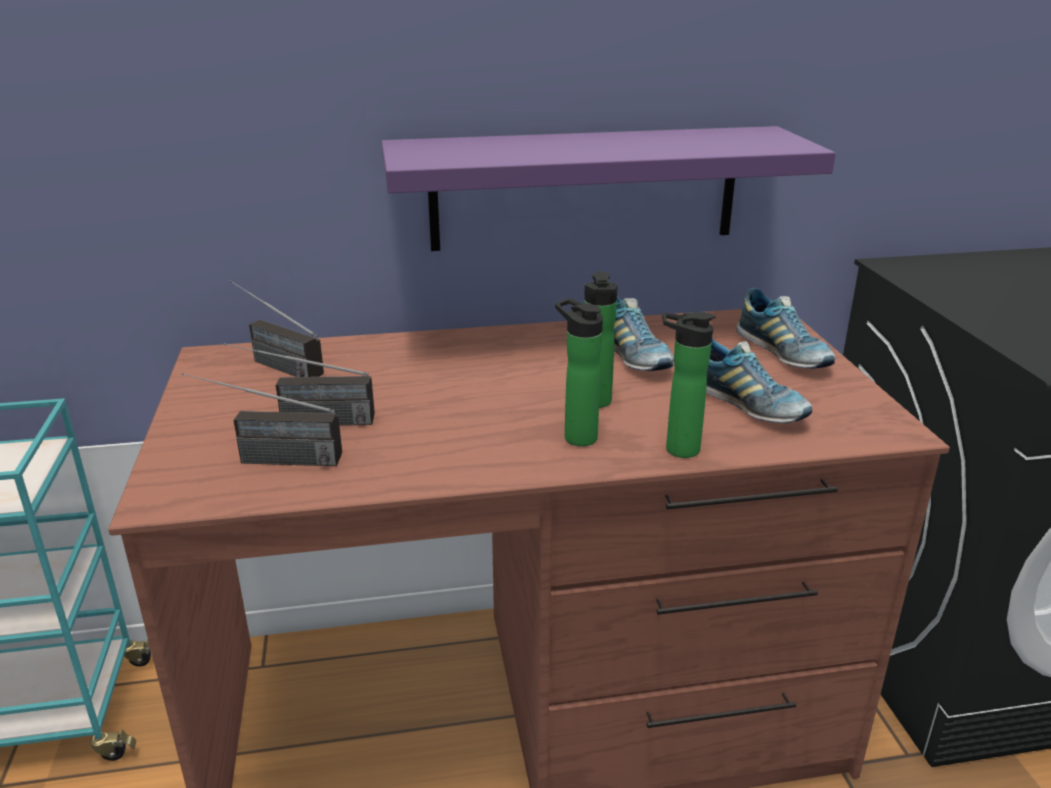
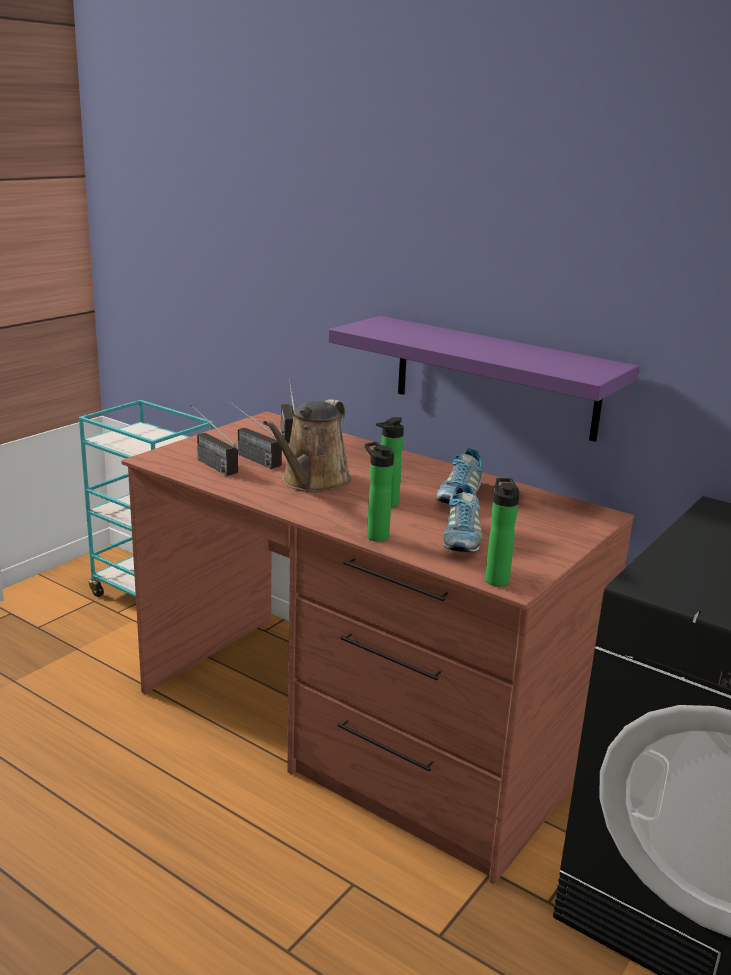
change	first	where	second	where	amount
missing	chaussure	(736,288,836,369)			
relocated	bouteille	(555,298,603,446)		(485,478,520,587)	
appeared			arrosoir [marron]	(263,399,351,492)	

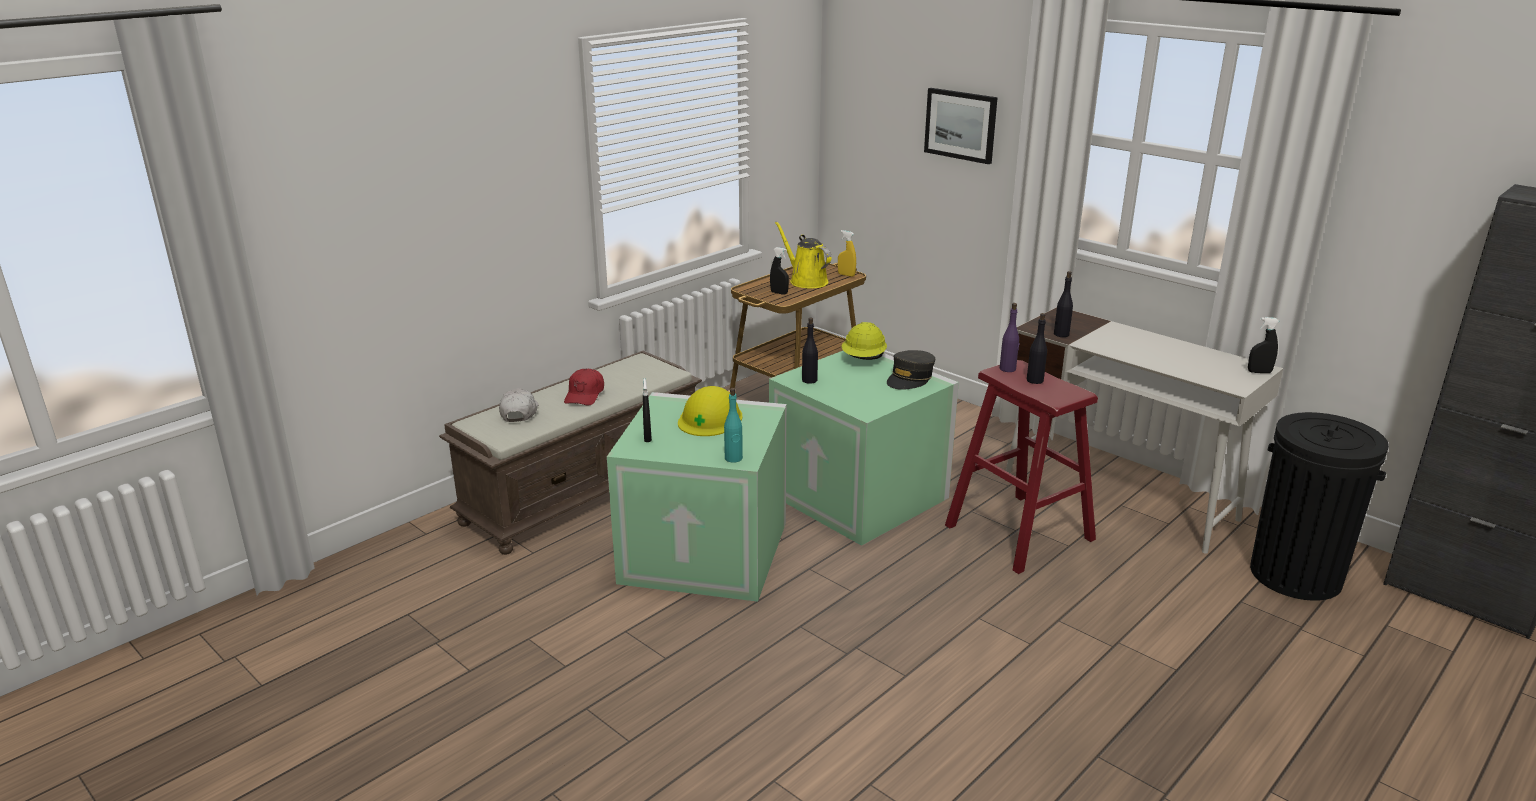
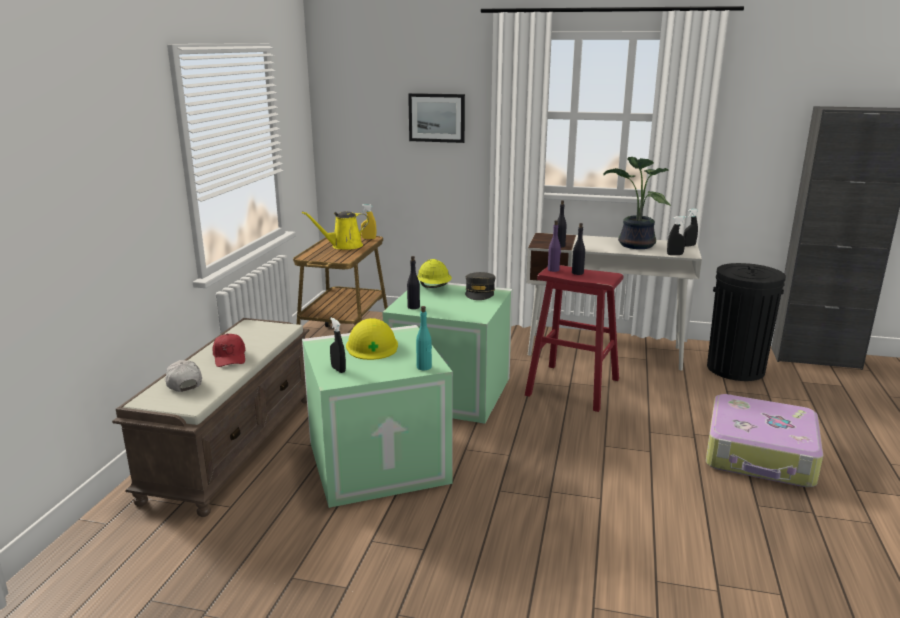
change	first	where	second	where	amount
spun	arrosoir [jaune]	(775,221,831,288)		(302,211,369,250)	45 degrees counterclockwise
relocated	vaporisateur [noir]	(770,247,789,295)		(667,216,686,255)	
appeared			plante en pot	(603,157,671,249)	
appeared			valise	(706,394,823,487)	

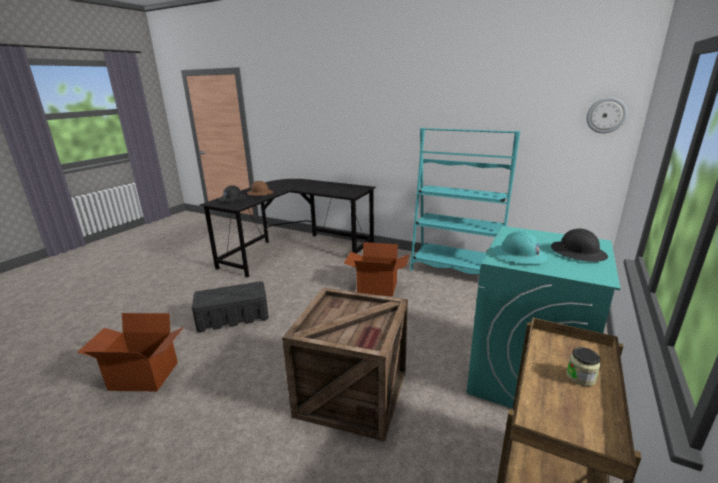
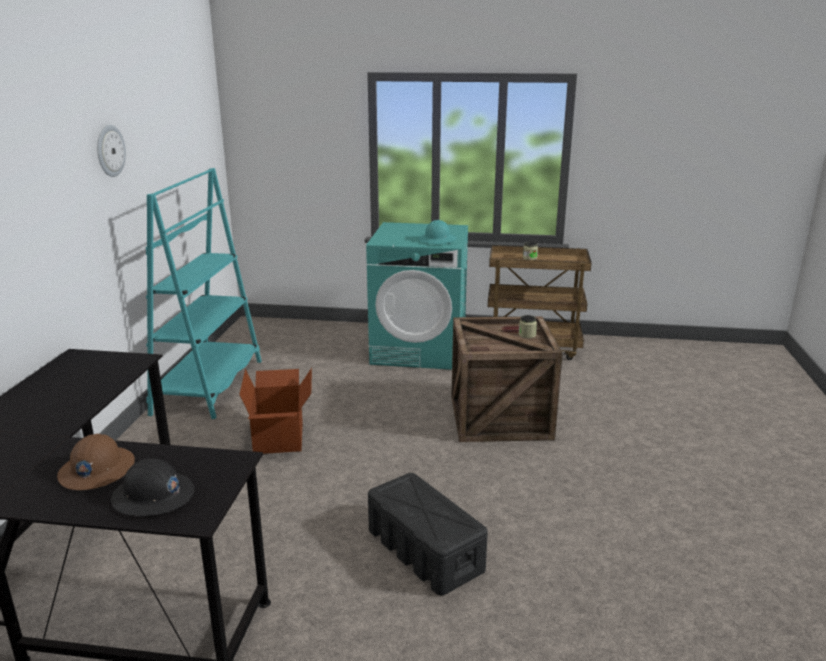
change	first	where	second	where	amount
relocated	horloge murale	(586,97,628,133)		(97,125,126,177)	
missing	casque de chantier [noir]	(551,228,608,262)			
missing	carton	(77,313,184,392)			
appeared			bocal	(518,315,537,338)	

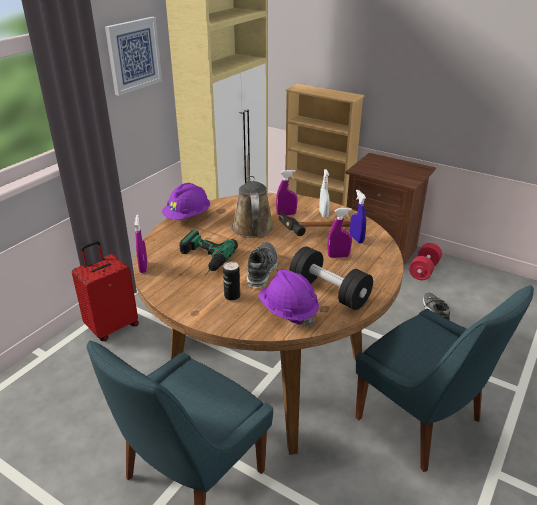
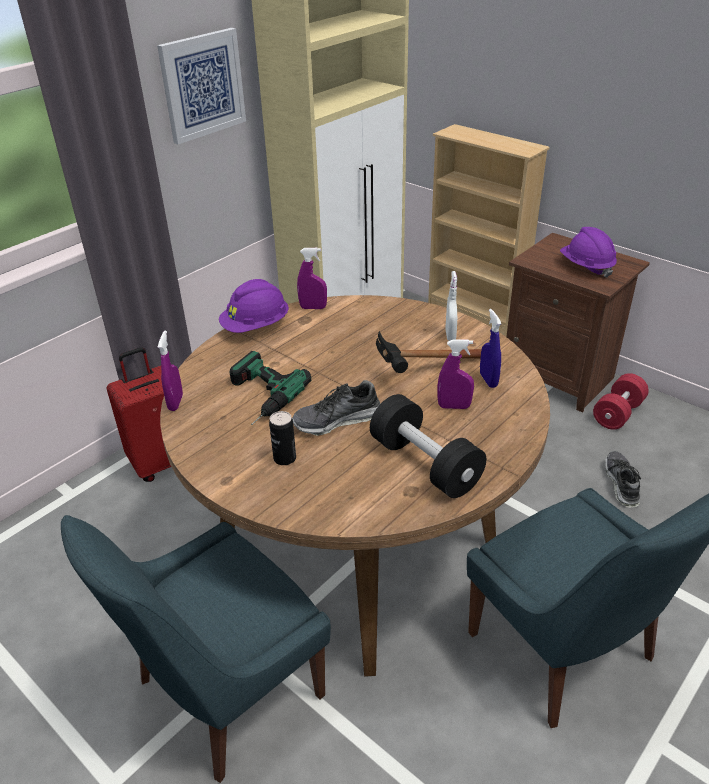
change	first	where	second	where	amount
missing	arrosoir [marron]	(232,154,274,238)			
relocated	vaporisateur [violet]	(276,170,298,215)		(297,248,327,309)	
spun	chaussure	(247,242,278,288)		(292,380,380,436)	135 degrees counterclockwise
relocated	casque de chantier [violet]	(258,270,319,327)		(560,227,617,278)	

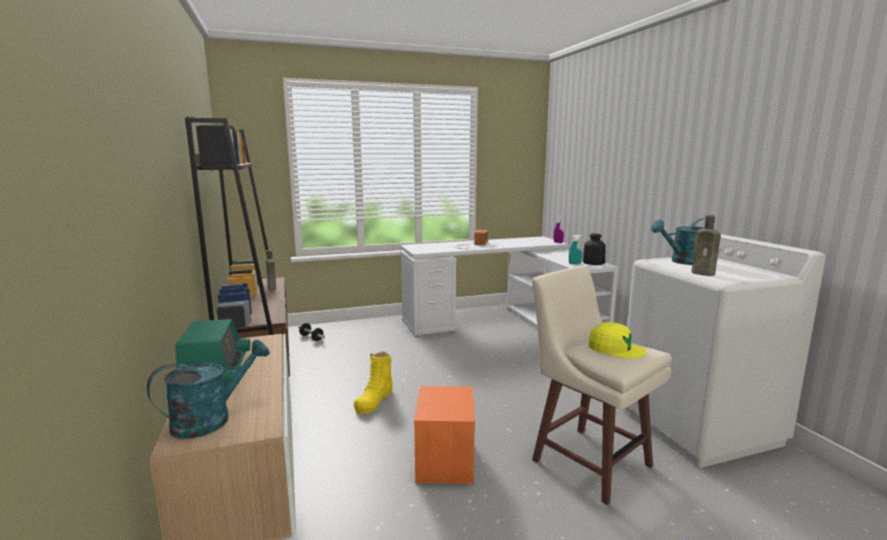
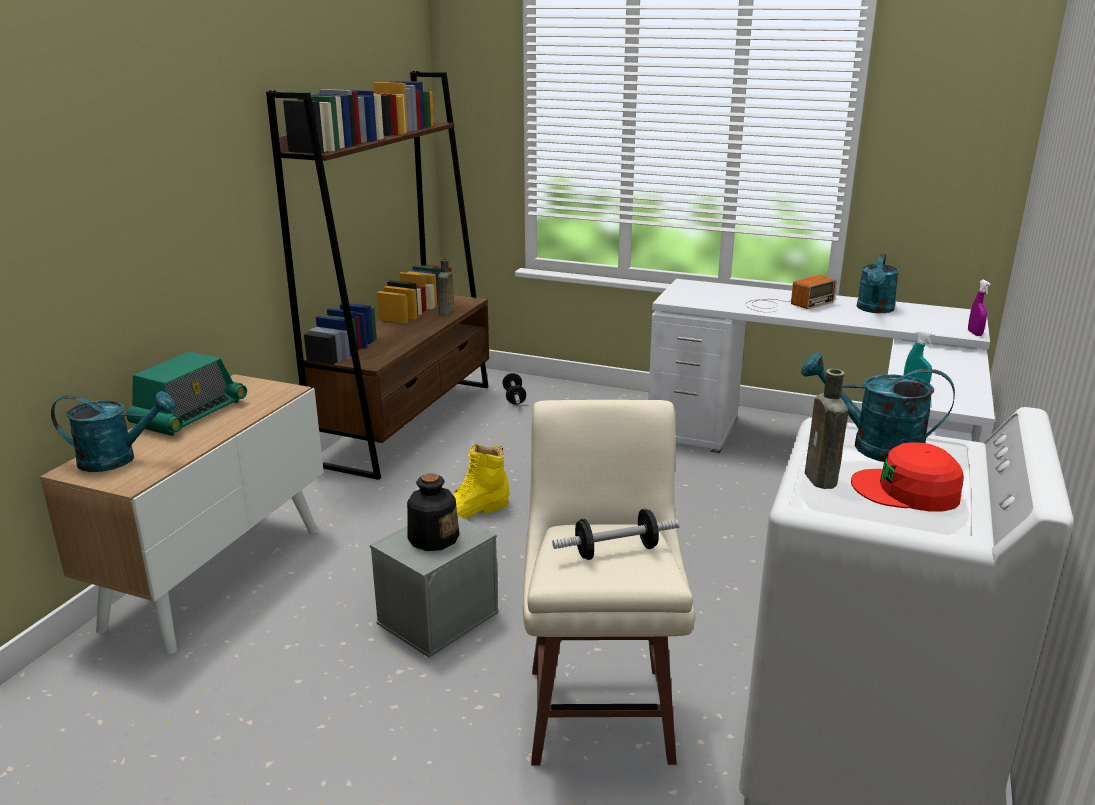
change	first	where	second	where	amount
relocated	bouteille	(582,233,606,265)		(407,473,459,551)	
exchanged	casquette [jaune]	(589,322,646,359)	haltère	(552,509,679,560)	
colour	boîte de rangement [orange]	(414,386,475,484)	boîte de rangement [gris]	(370,515,499,658)	
appeared			arrosoir [turquoise]	(857,254,899,313)	
appeared			casquette [rouge]	(851,442,964,512)	

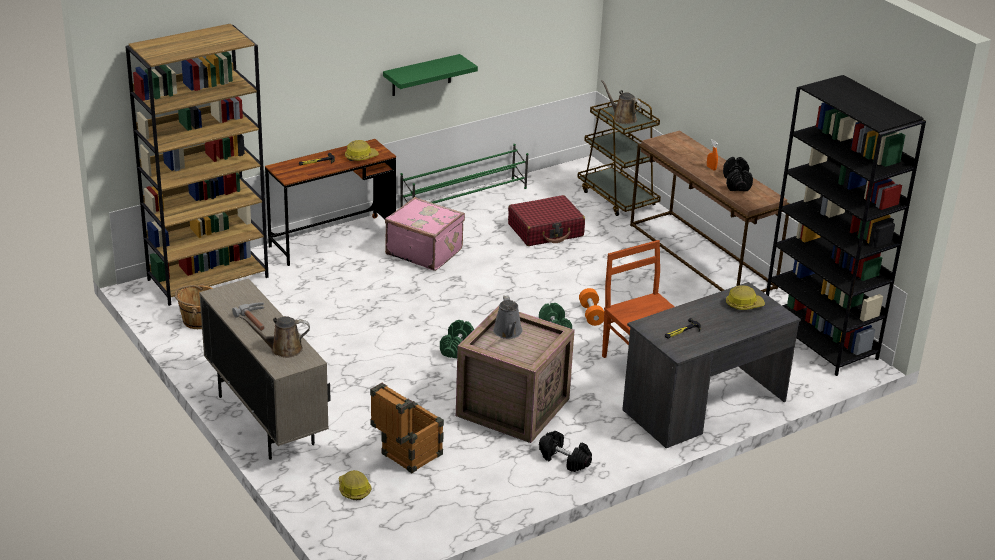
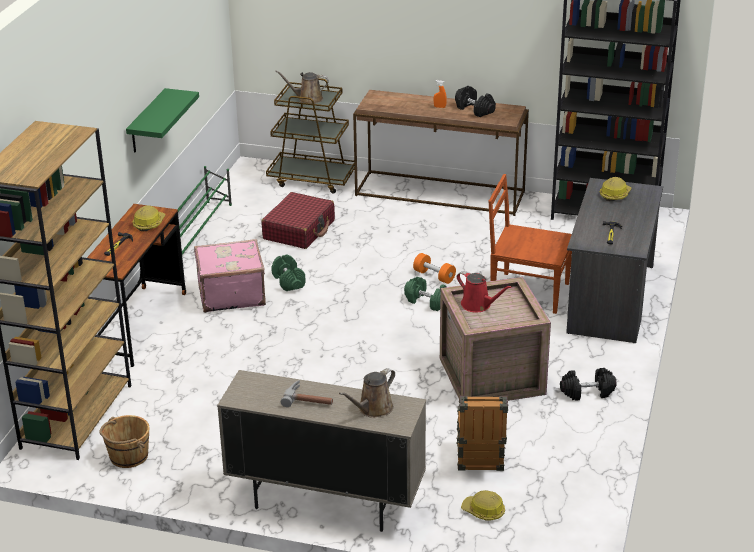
change	first	where	second	where	amount
colour	arrosoir [gris]	(493,295,523,339)	arrosoir [rouge]	(457,271,512,313)	
relocated	haltère [vert]	(440,320,474,358)		(271,254,306,291)	

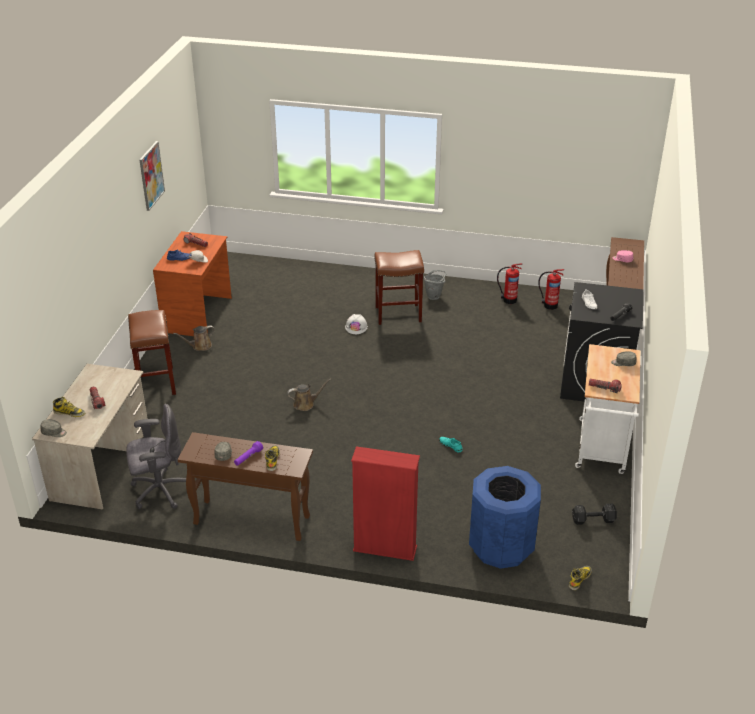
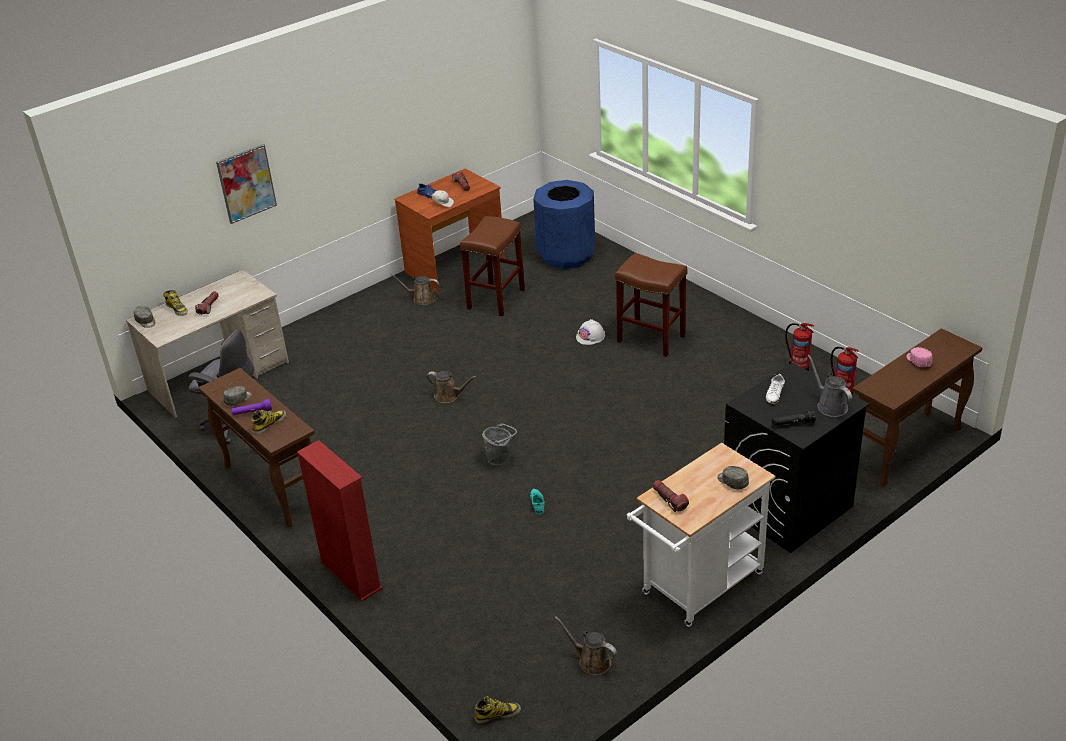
change	first	where	second	where	amount
relocated	tableau	(139,141,165,211)		(216,144,277,224)	
relocated	seau [gris]	(424,270,446,300)		(482,423,517,466)	
relocated	tabouret [marron]	(128,310,176,395)		(460,216,525,317)	
relocated	poubelle [bleu]	(469,466,541,569)		(533,180,595,269)	
exchanged	haltère [noir]	(572,504,617,525)	arrosoir [marron]	(555,617,617,675)	
appeared			arrosoir [gris]	(807,355,852,417)	

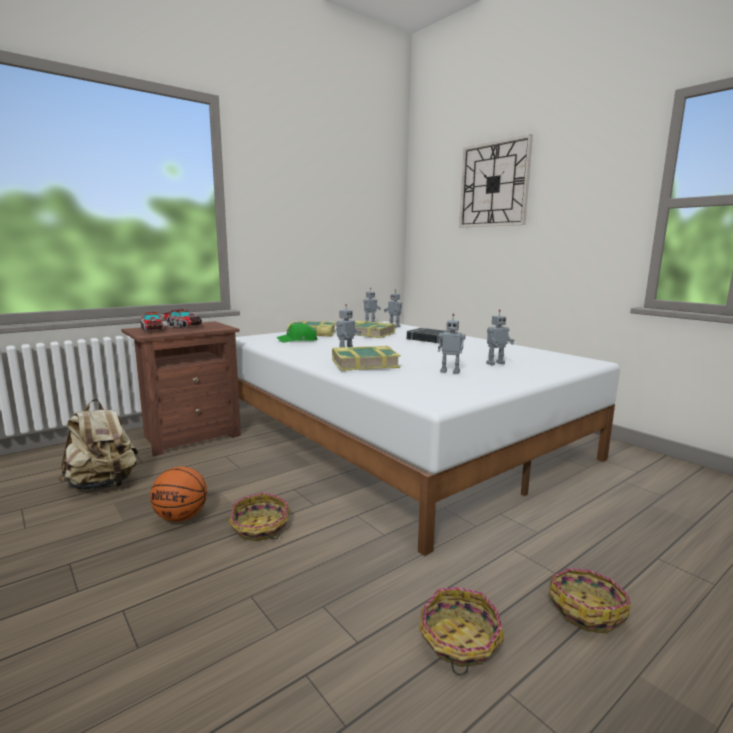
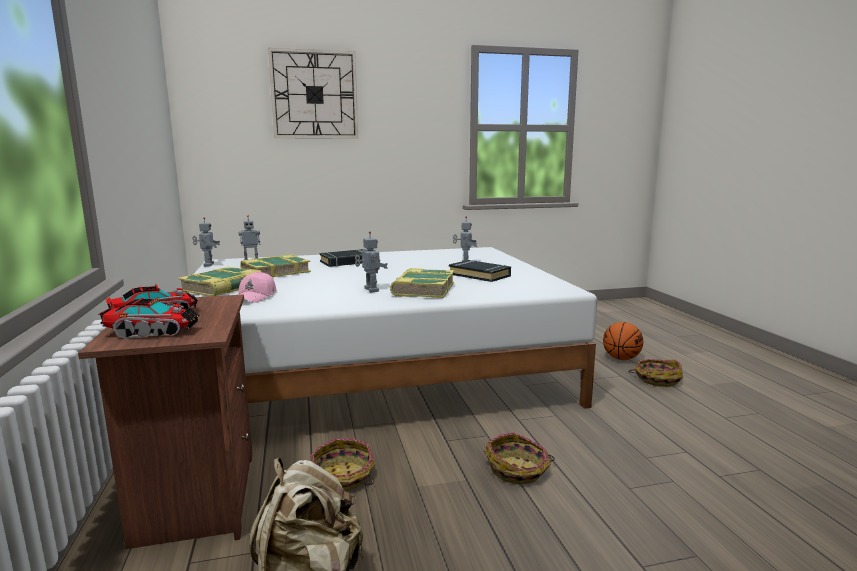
change	first	where	second	where	amount
exchanged	robot jouet	(438,314,465,374)	livre [noir]	(449,260,511,282)	
colour	casquette [vert]	(277,323,317,343)	casquette [rose]	(238,271,277,303)	
relocated	ballon de basket	(150,467,207,522)		(603,322,644,360)	
relocated	panier	(419,587,504,676)		(311,438,375,491)	

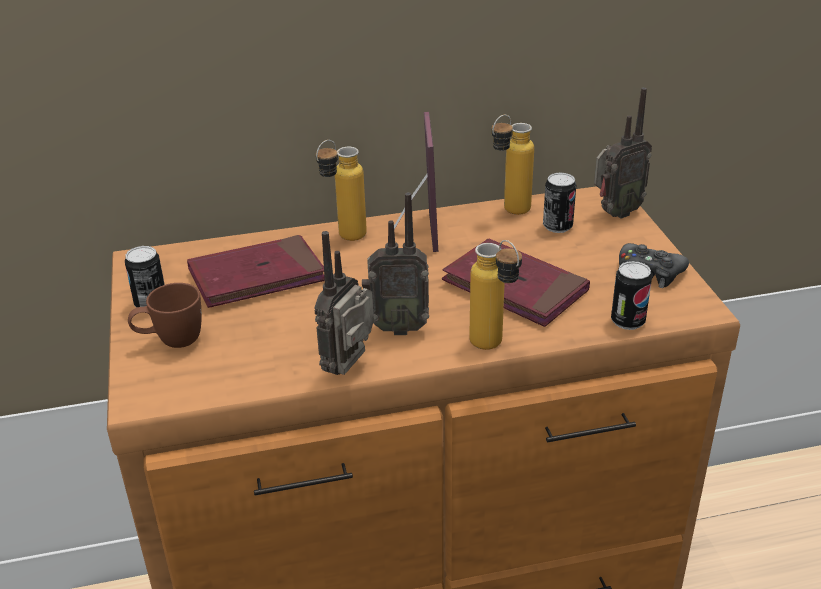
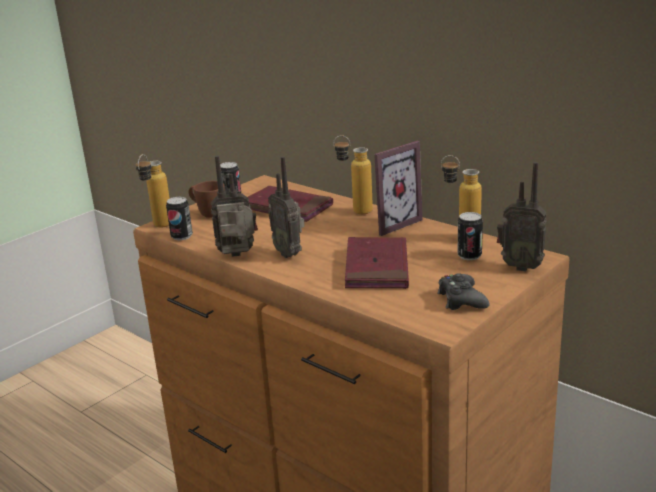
change	first	where	second	where	amount
relocated	bouteille	(469,240,522,350)		(136,154,170,227)	
relocated	boîte métallique	(611,261,652,330)		(166,197,193,240)	

